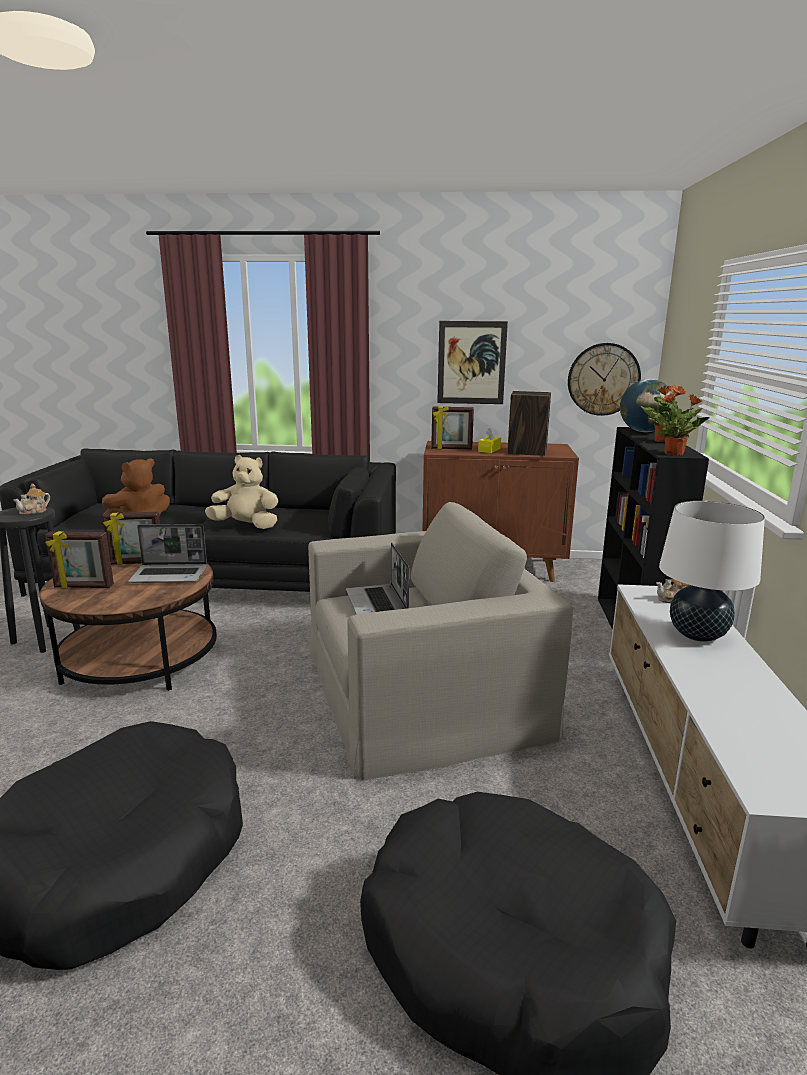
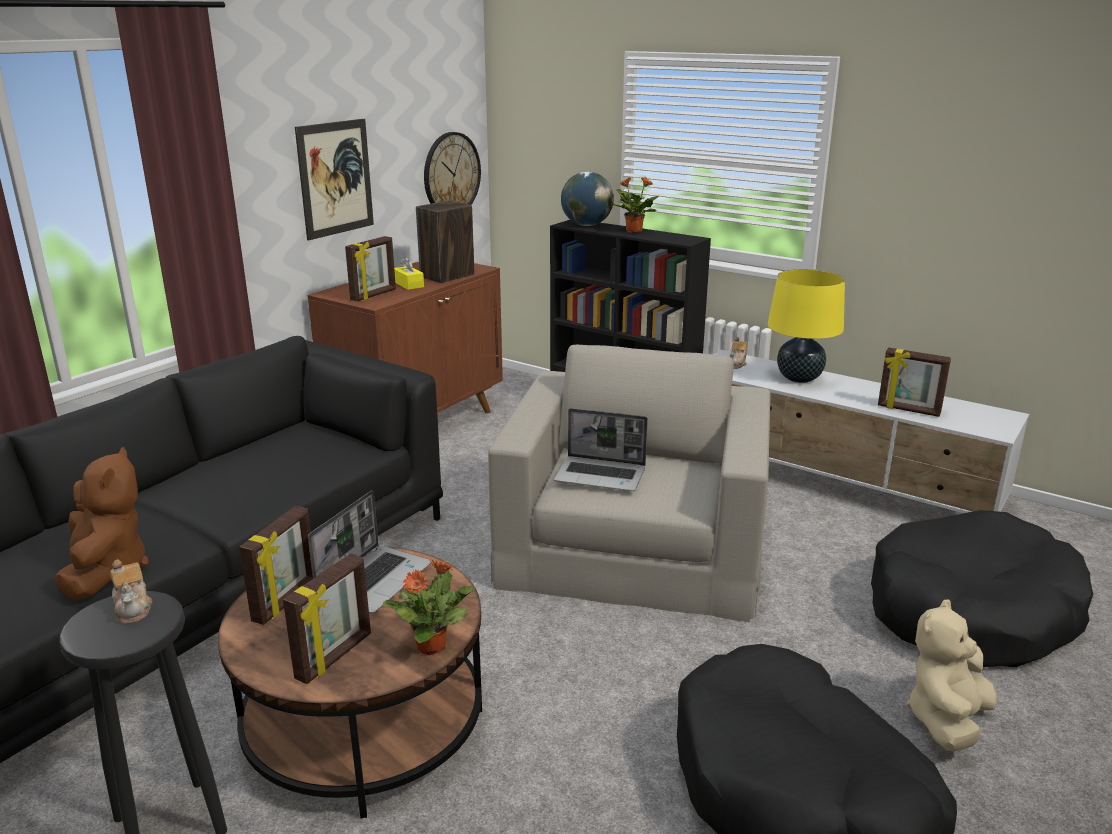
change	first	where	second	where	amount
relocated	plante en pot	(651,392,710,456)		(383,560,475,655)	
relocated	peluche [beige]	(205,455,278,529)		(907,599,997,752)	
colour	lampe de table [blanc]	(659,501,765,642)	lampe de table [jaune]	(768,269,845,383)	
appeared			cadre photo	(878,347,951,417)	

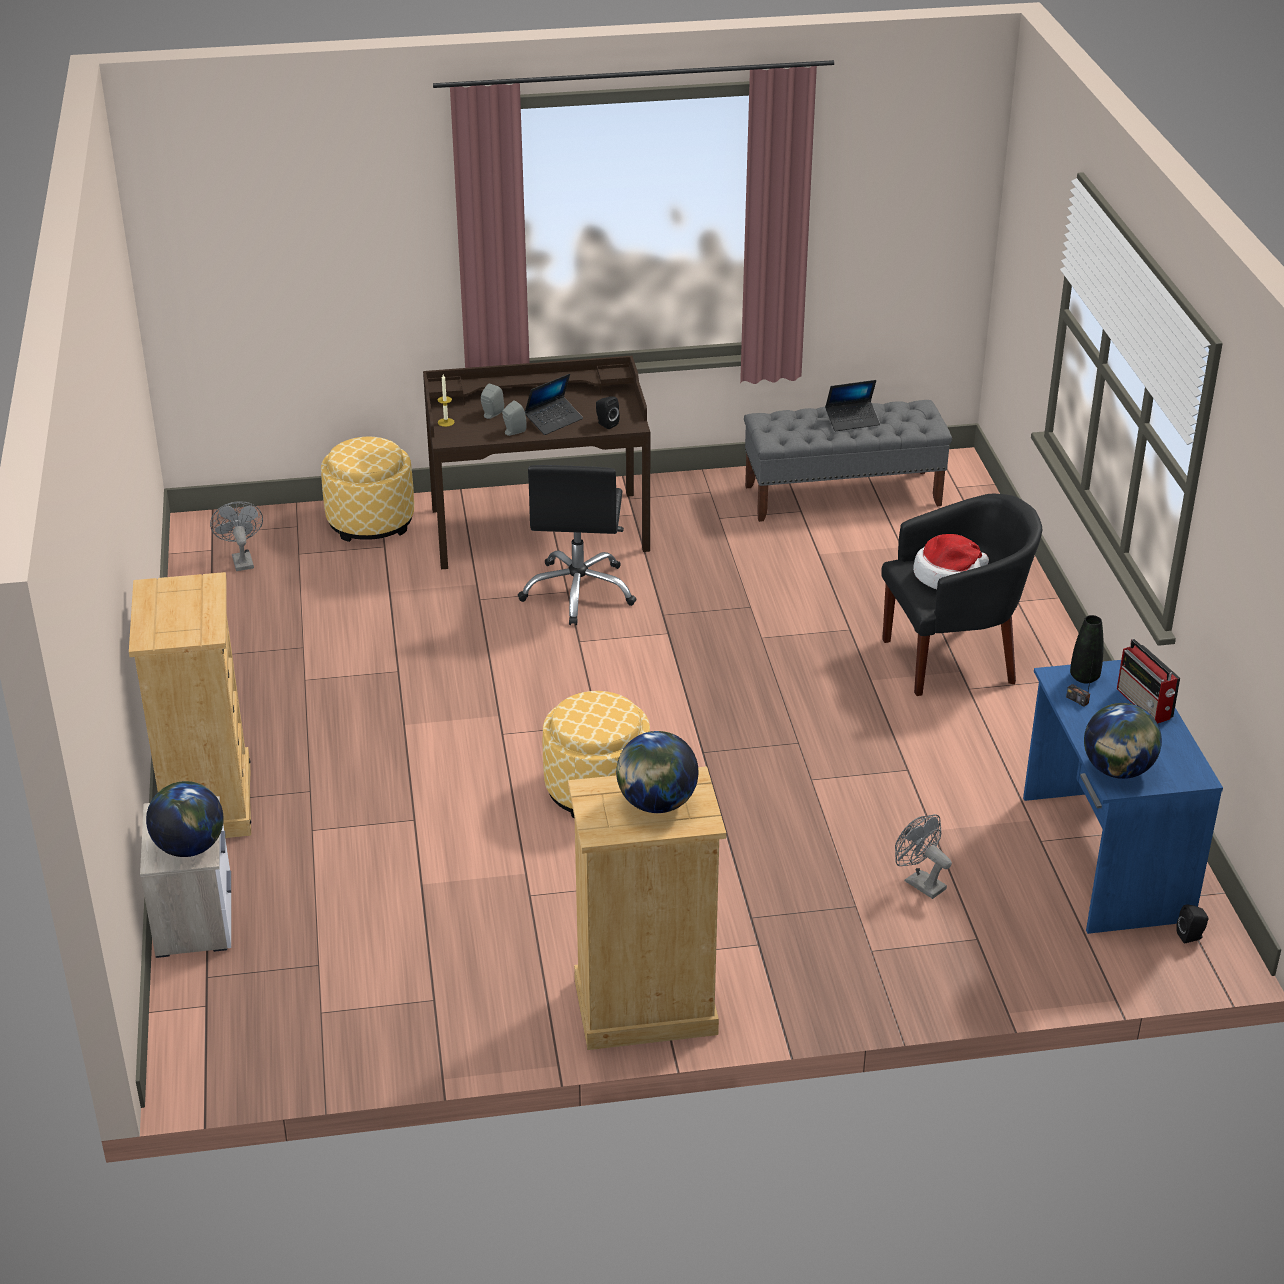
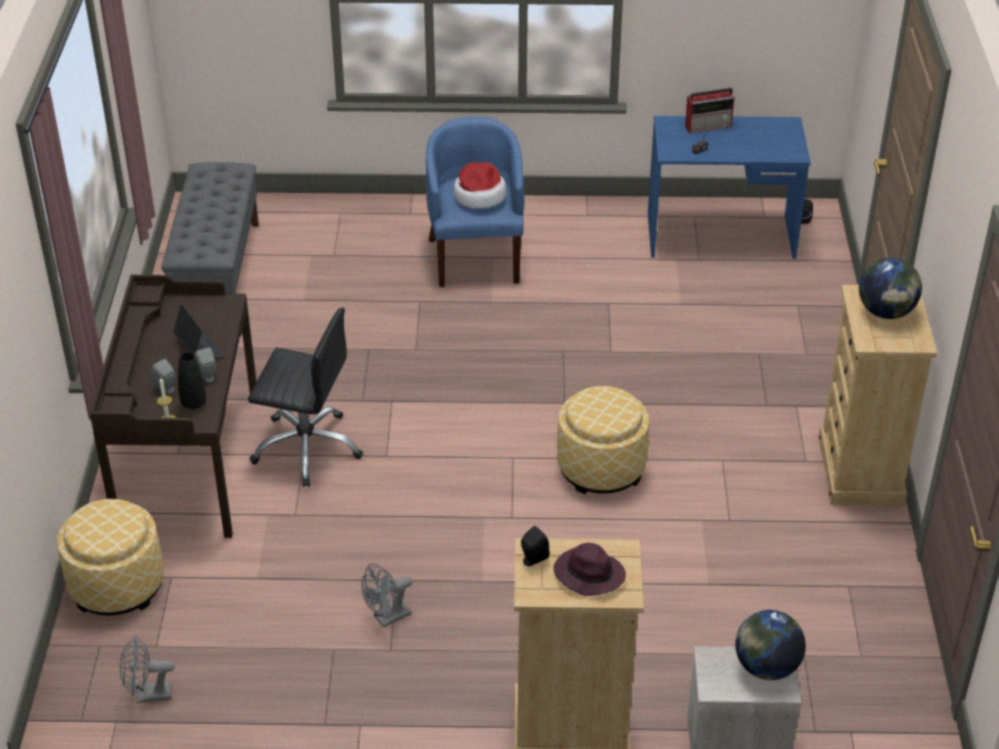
change	first	where	second	where	amount
missing	ordinateur portable	(825,380,880,431)			
relocated	enceinte [noir]	(596,397,620,429)		(521,526,550,566)	
colour	fauteuil [noir]	(881,494,1042,696)	fauteuil [bleu]	(426,116,524,287)	
relocated	vase [noir]	(1070,615,1104,683)		(178,352,206,409)	
missing	globe	(1084,703,1162,779)			
relocated	ventilateur [gris]	(895,814,952,899)		(361,563,413,628)	
appeared			chapeau [violet]	(553,543,626,596)	

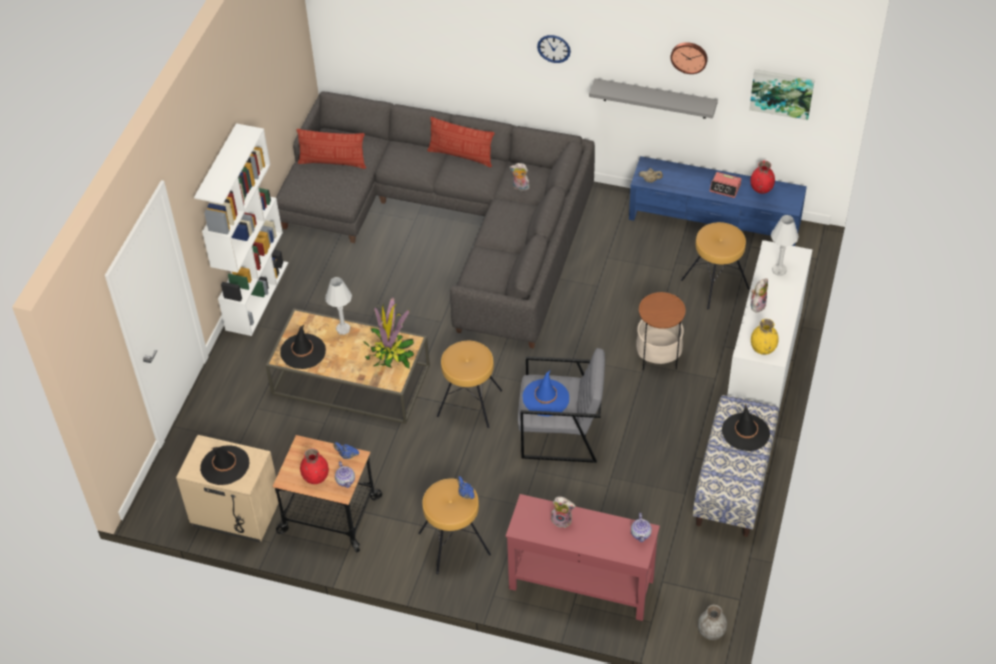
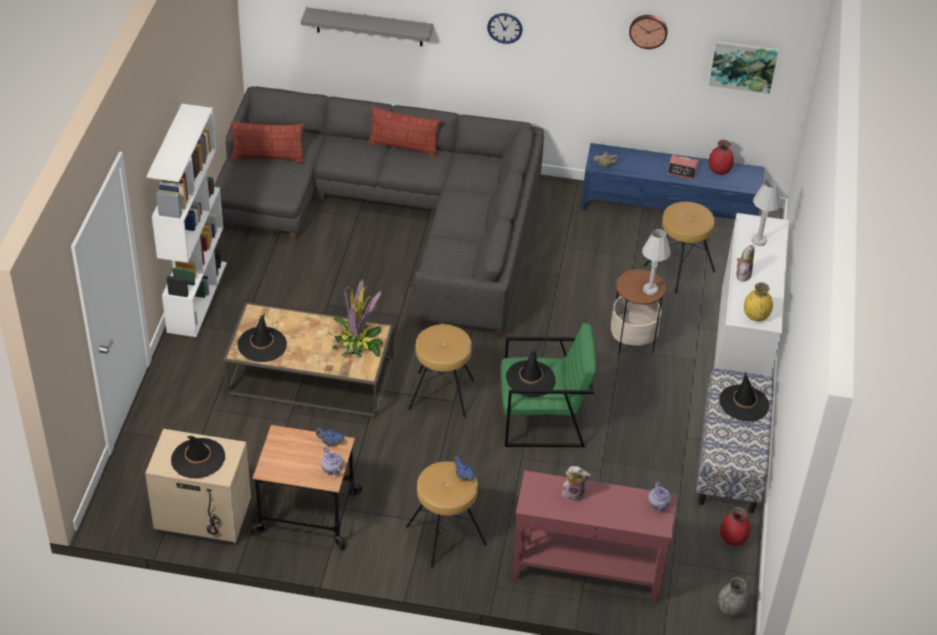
change	first	where	second	where	amount
relocated	étagère [gris]	(589,78,718,119)		(301,7,433,46)	
missing	peluche	(509,163,530,191)			
relocated	lampe de table [blanc]	(325,277,352,335)		(642,229,671,295)	
colour	fauteuil [gris]	(518,348,605,463)	fauteuil [vert]	(501,323,596,447)	
colour	chapeau [bleu]	(522,371,569,416)	chapeau [noir]	(506,347,556,397)	
relocated	vase [rouge]	(300,448,329,484)		(720,507,750,546)	

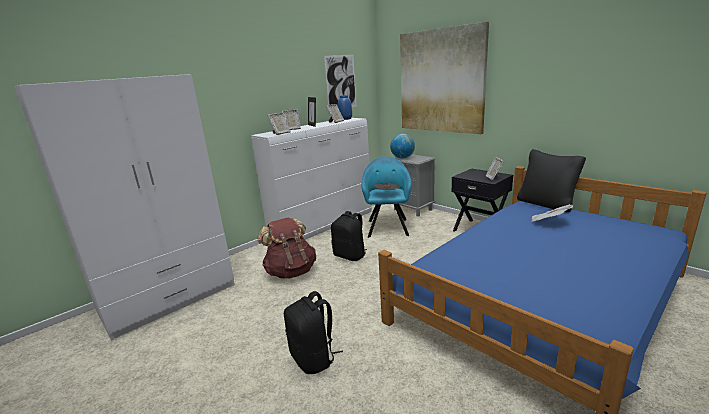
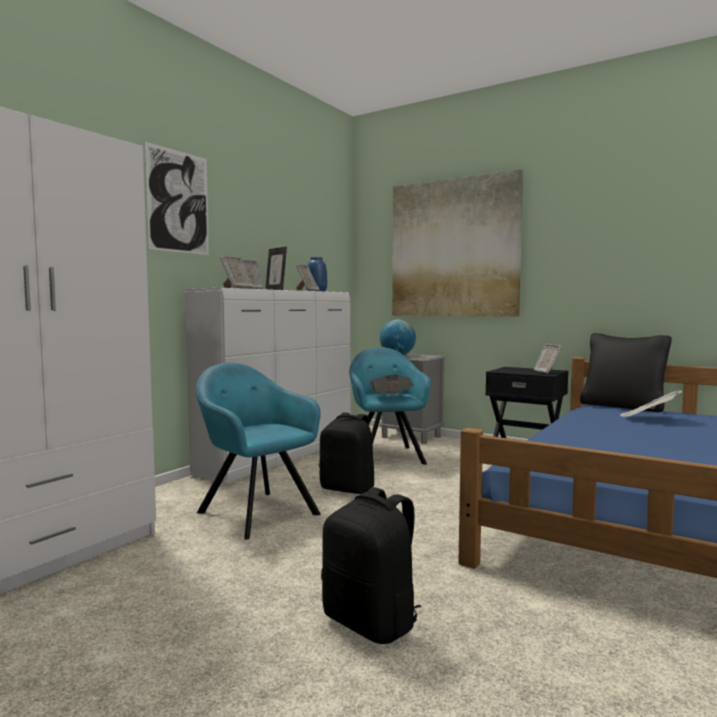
change	first	where	second	where	amount
relocated	tableau	(324,55,357,107)		(145,142,209,255)	
exchanged	sac à dos [marron]	(257,217,316,279)	fauteuil [turquoise]	(196,363,321,540)	

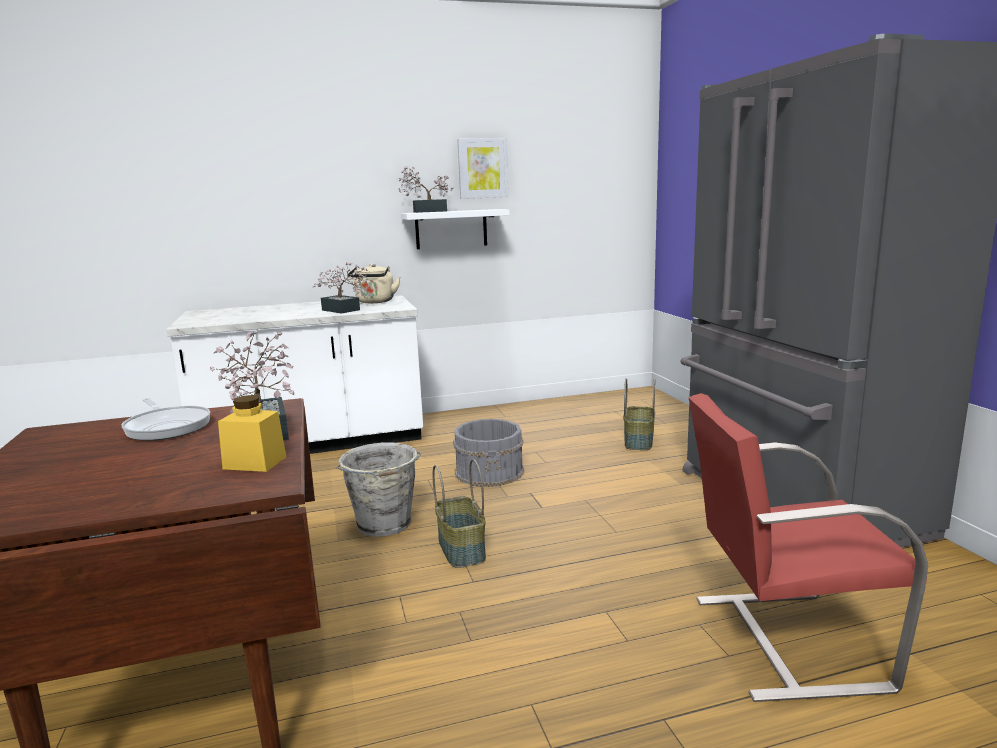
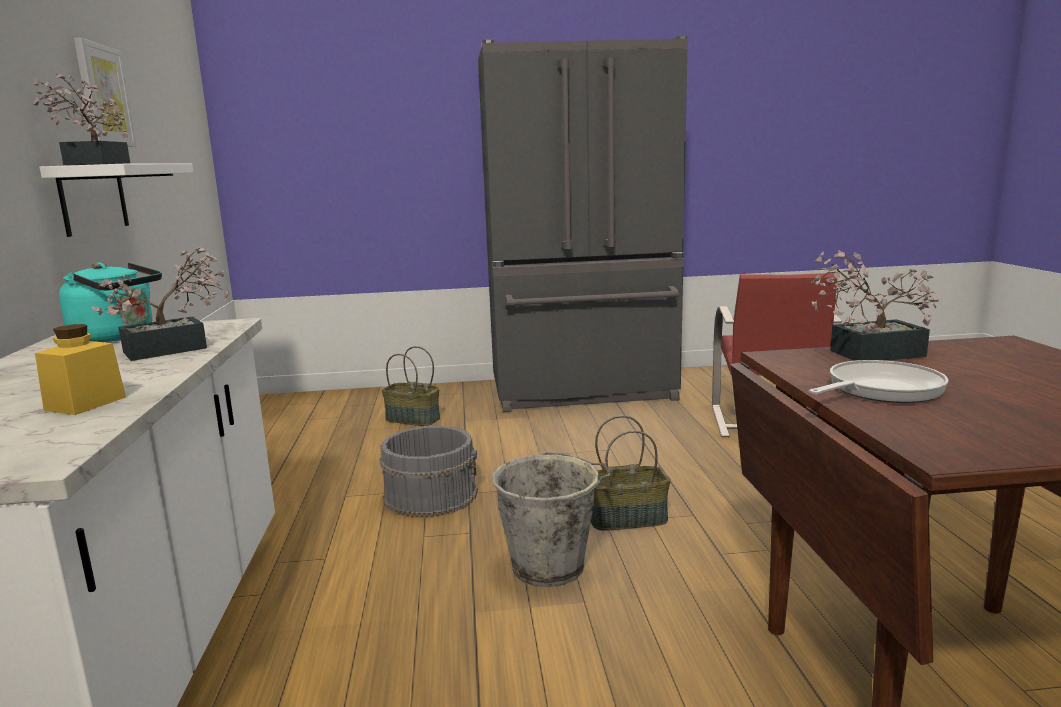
change	first	where	second	where	amount
colour	bouilloire [beige]	(348,264,400,303)	bouilloire [turquoise]	(59,262,162,342)	
relocated	bocal [jaune]	(218,395,286,472)		(35,324,126,415)	

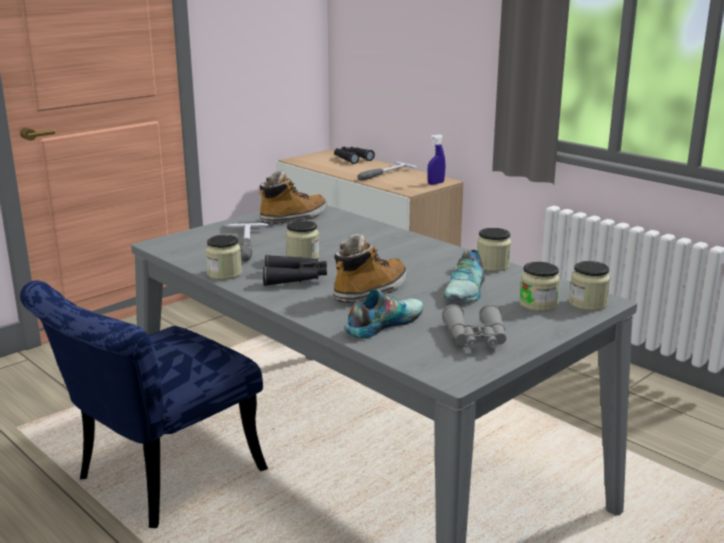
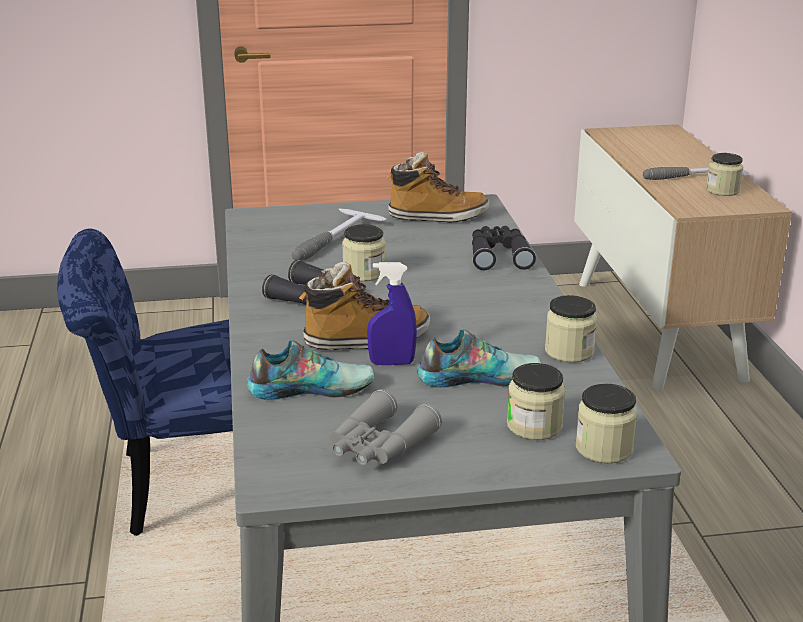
change	first	where	second	where	amount
relocated	vaporisateur [bleu]	(427,134,445,185)		(367,262,417,365)	
relocated	jumelles [noir]	(334,147,375,164)		(472,226,536,270)	
relocated	bocal	(206,235,242,280)		(706,153,743,196)	
spun	chaussure	(444,250,485,302)		(417,329,541,388)	150 degrees counterclockwise

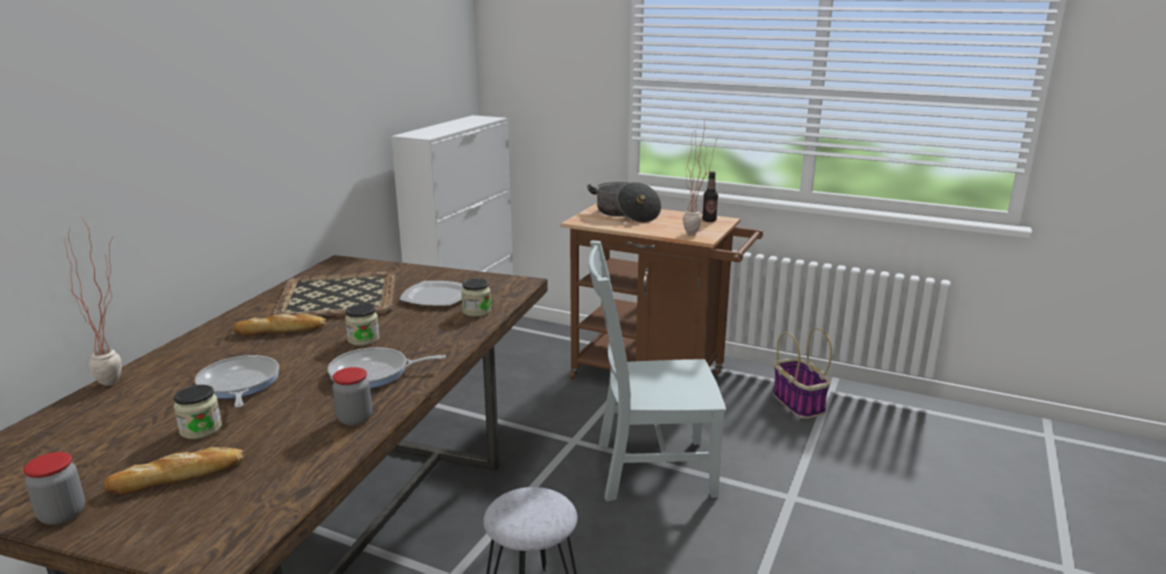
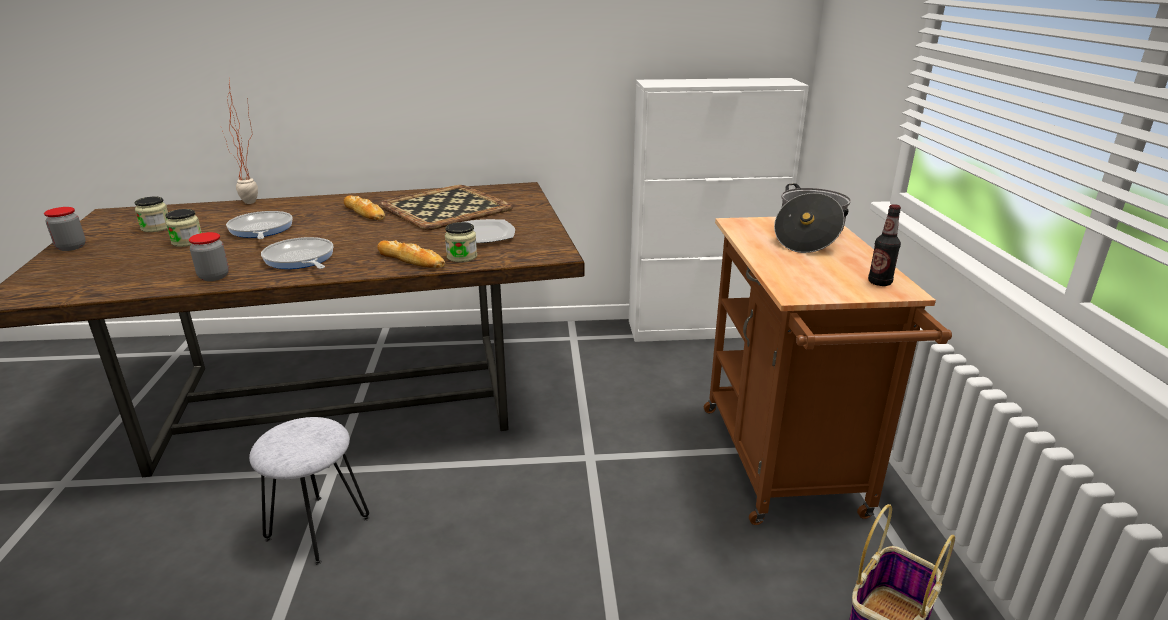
change	first	where	second	where	amount
missing	plante en pot	(683,122,718,234)			
missing	chaise [gris]	(588,240,726,501)			
relocated	bocal	(345,304,380,346)		(135,196,168,232)	
spun	poêle	(195,355,279,408)		(226,211,293,239)	60 degrees counterclockwise
relocated	pain	(104,447,244,495)		(377,240,445,268)	

